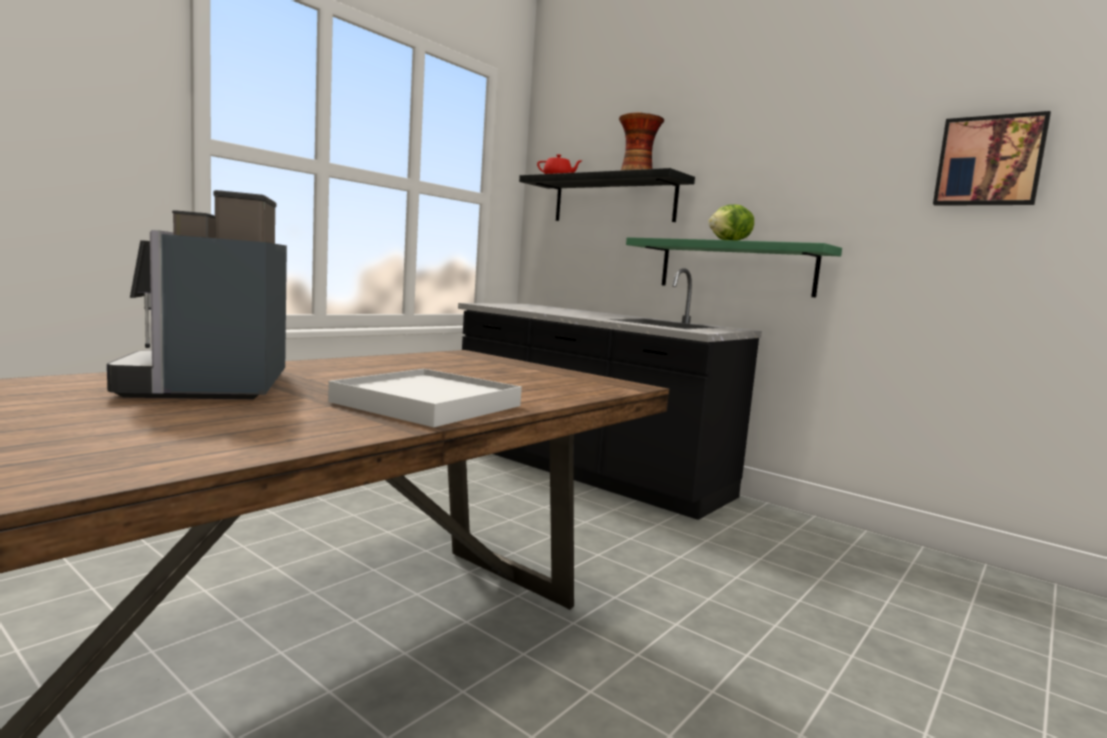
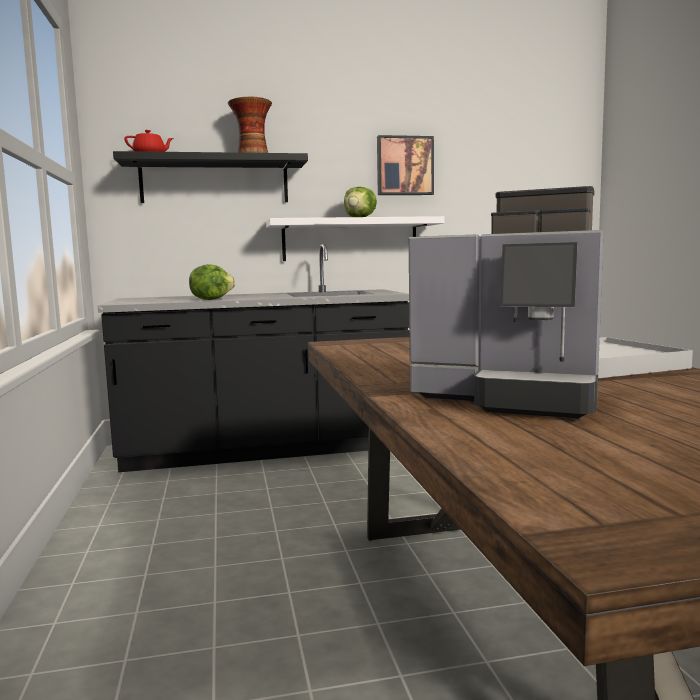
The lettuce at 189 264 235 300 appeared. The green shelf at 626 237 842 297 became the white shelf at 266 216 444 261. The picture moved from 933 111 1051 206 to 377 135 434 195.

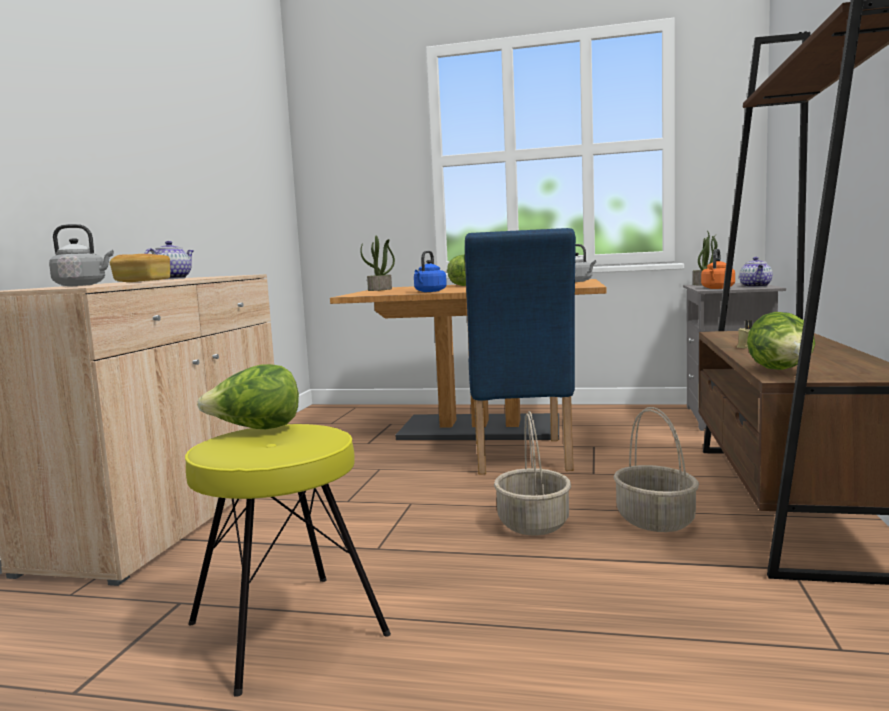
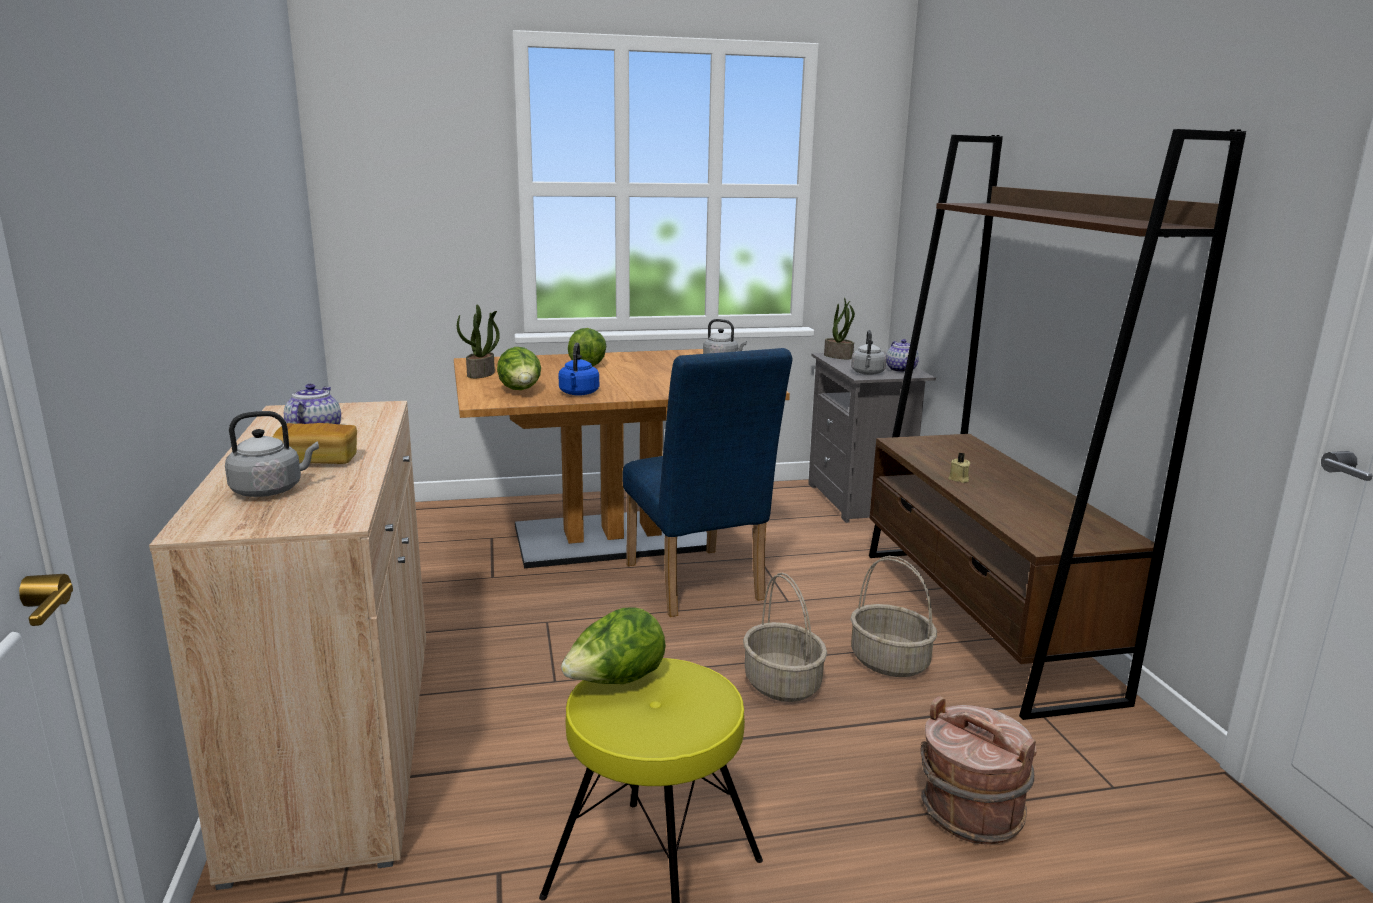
The lettuce moved from 747 312 815 370 to 497 347 541 390. The orange kettle at 701 249 735 289 became the grey kettle at 851 330 887 375. The brown bucket at 920 696 1037 845 appeared.

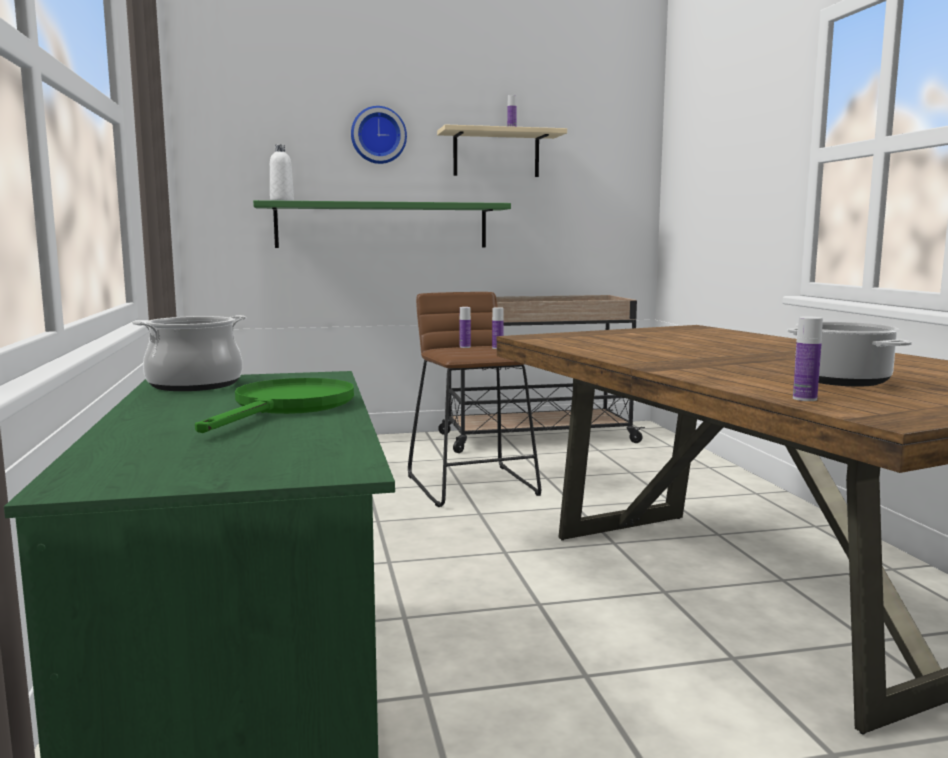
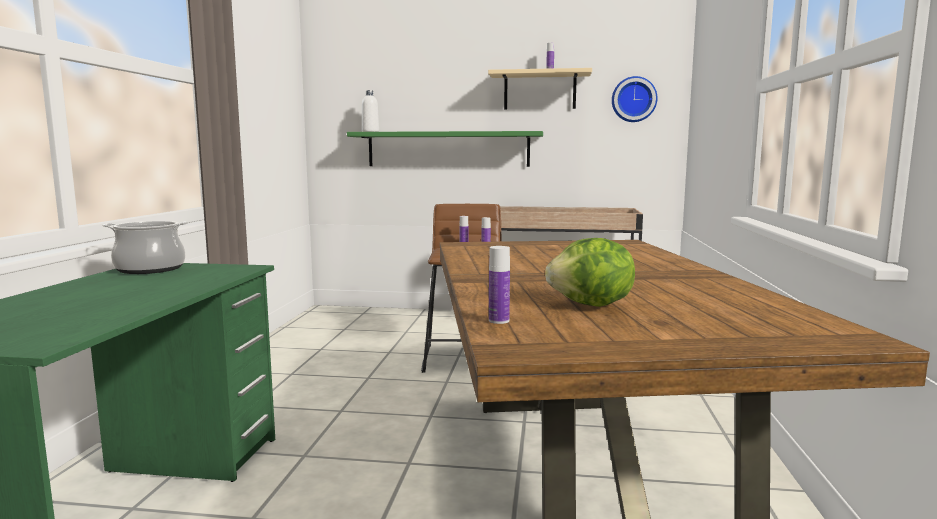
The cooking pot at 787 322 912 386 was replaced by the lettuce at 545 238 635 307. The wall clock moved from 351 106 407 164 to 612 76 658 122. The green frying pan at 195 378 354 433 disappeared.

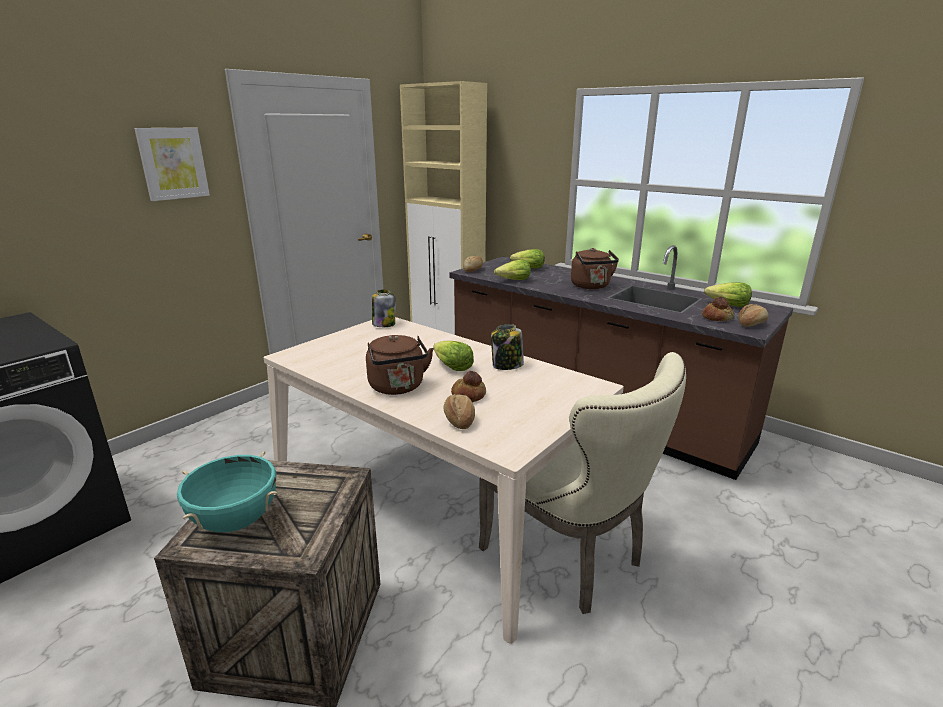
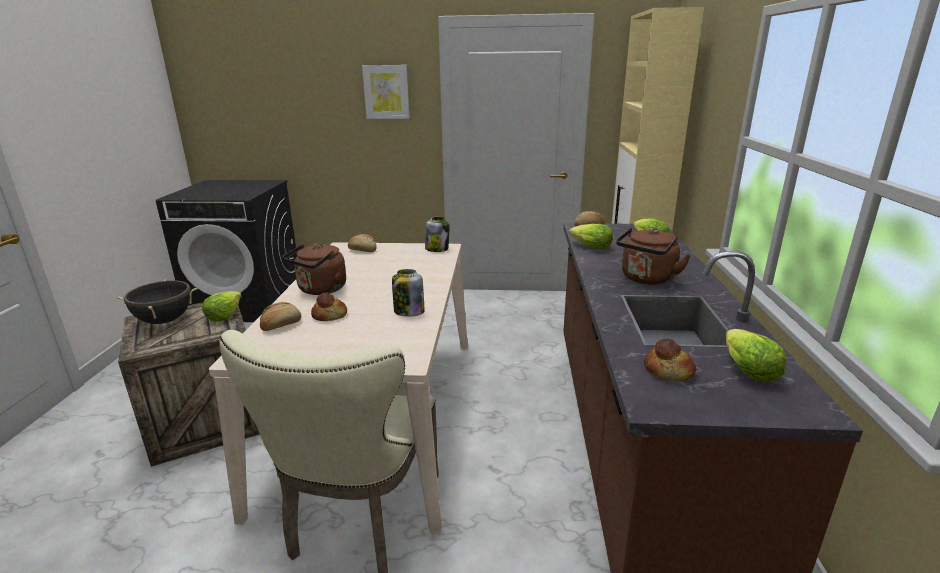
The turquoise cooking pot at 177 451 277 532 became the black cooking pot at 116 280 198 324. The lettuce moved from 433 341 474 371 to 202 291 241 322. The bread moved from 739 304 768 327 to 348 234 377 252.

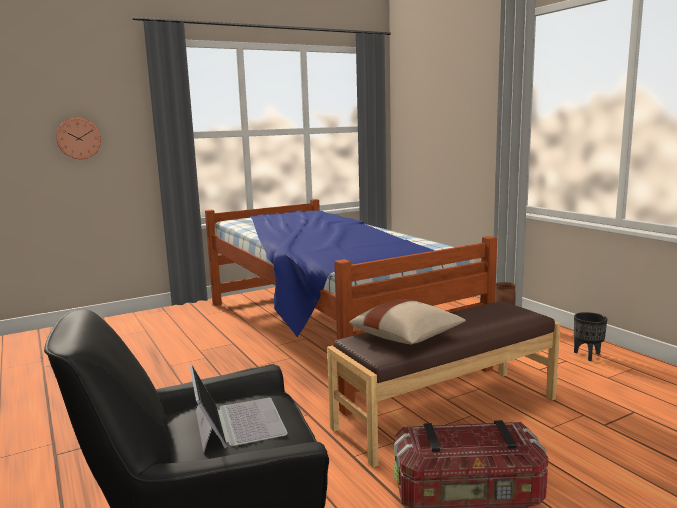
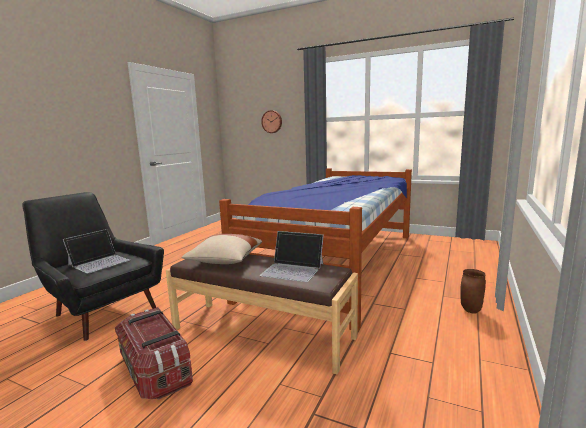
The laptop at 260 231 324 282 appeared. The black planter at 574 312 608 361 disappeared.

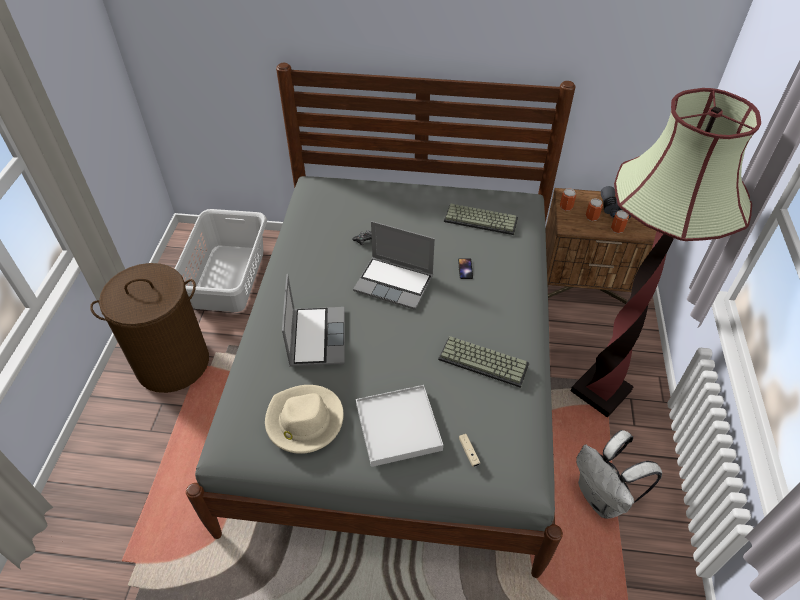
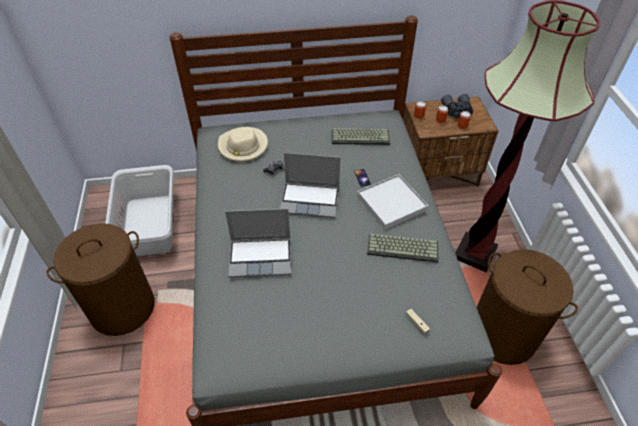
The beige hat moved from 265 385 343 454 to 218 127 268 162. The laptop at 282 274 345 367 turned 105 degrees clockwise. The white tray moved from 356 385 443 467 to 357 174 428 230. The white backpack at 576 430 662 519 was replaced by the brown laundry basket at 477 249 578 365.

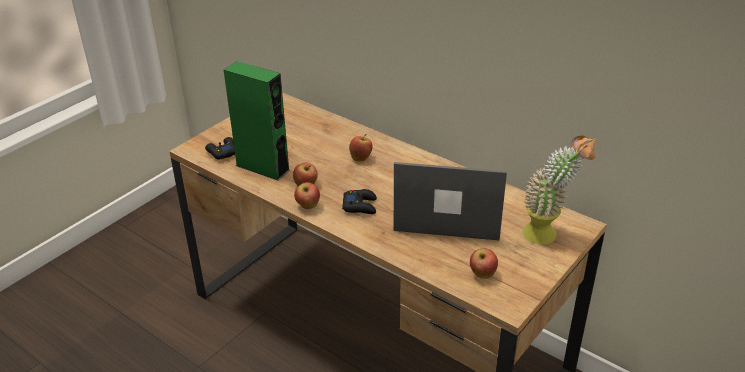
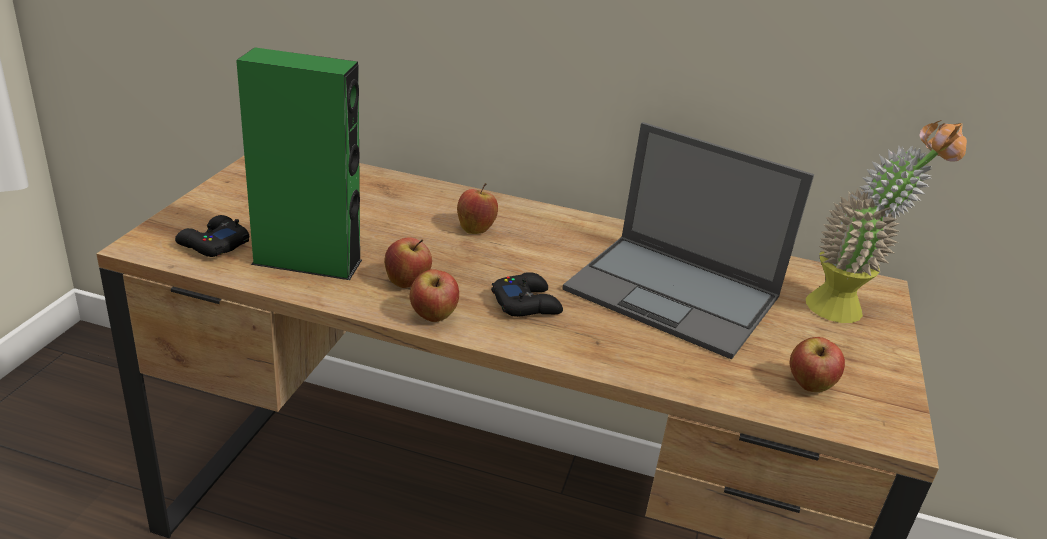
The laptop at 393 162 507 240 turned 135 degrees counterclockwise.

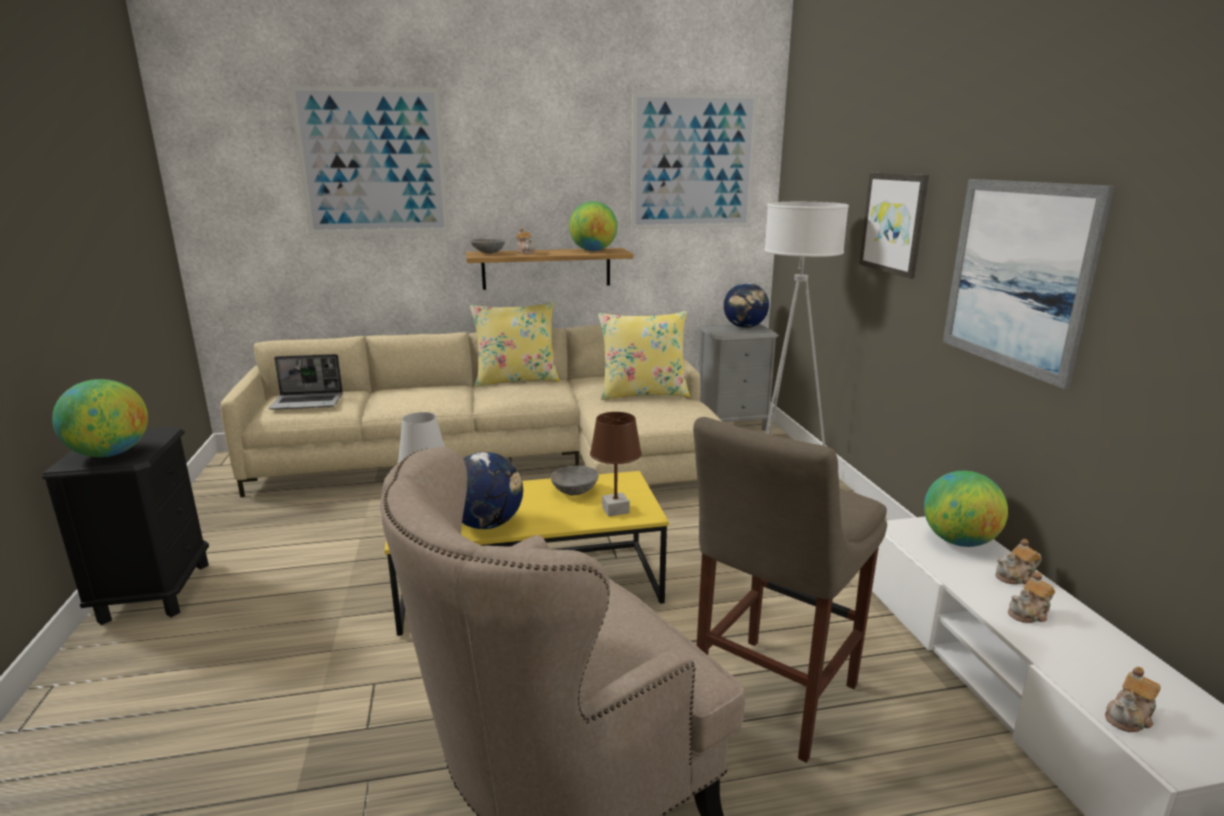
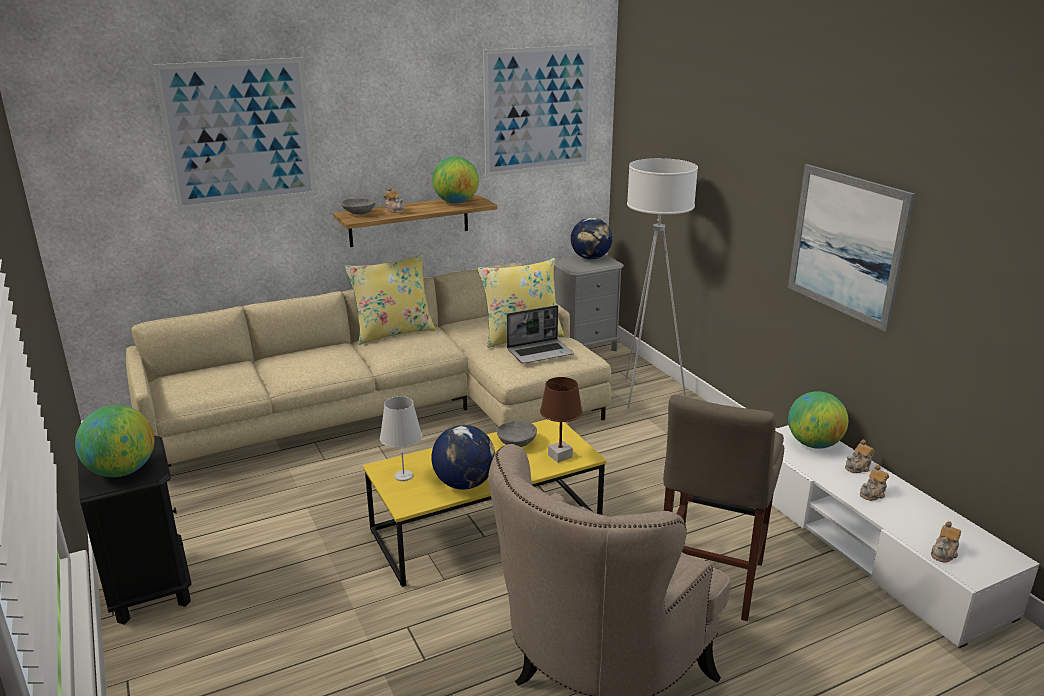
The laptop moved from 269 354 343 410 to 507 305 574 364. The picture at 859 173 929 279 disappeared.

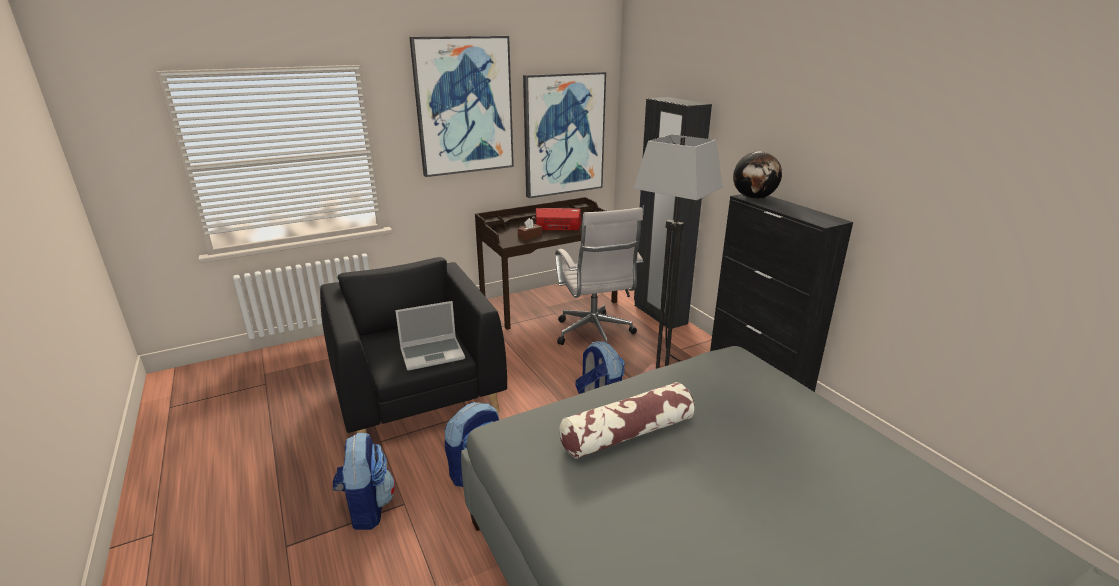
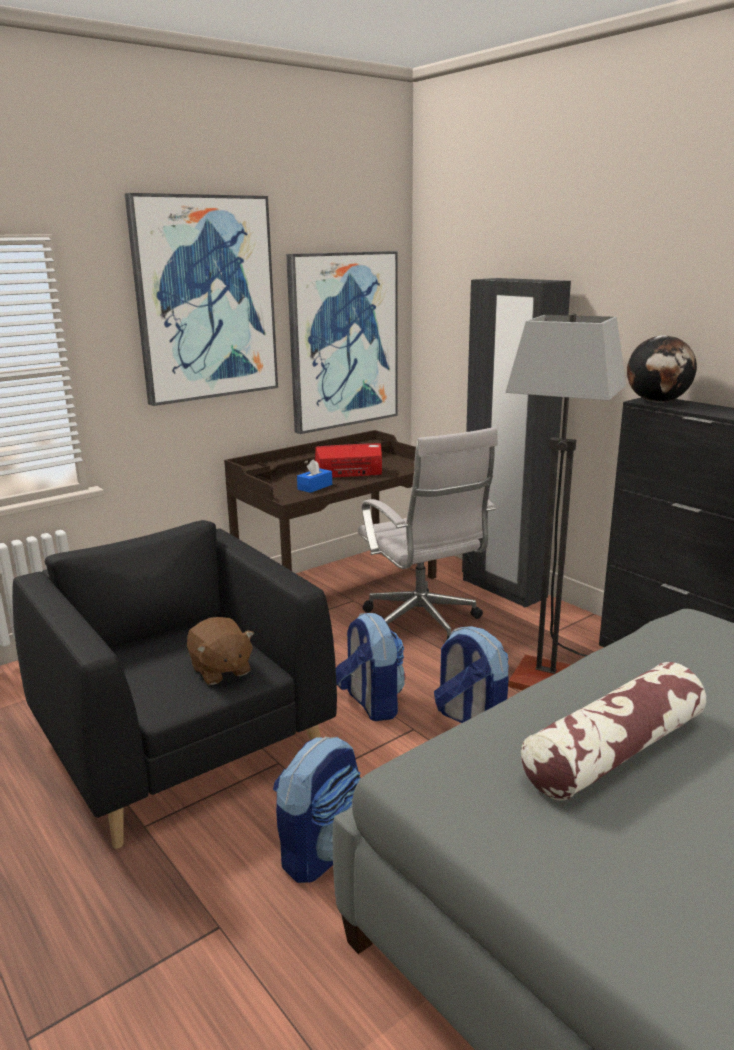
The laptop at 395 301 465 370 was replaced by the brown plush toy at 187 617 254 685. The brown tissue box at 518 218 542 240 became the blue tissue box at 297 459 332 493. The backpack moved from 333 433 395 530 to 336 613 405 721.

